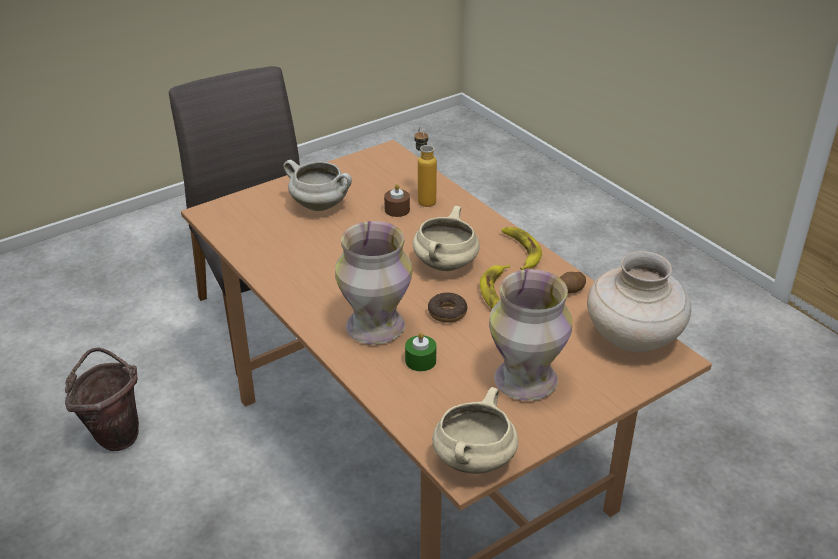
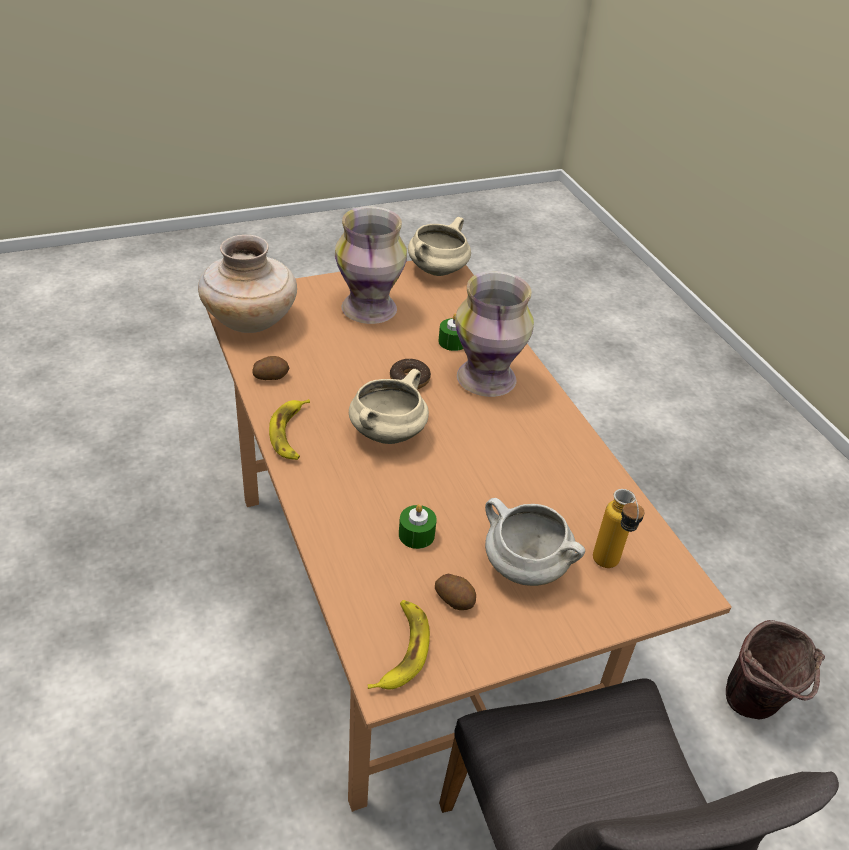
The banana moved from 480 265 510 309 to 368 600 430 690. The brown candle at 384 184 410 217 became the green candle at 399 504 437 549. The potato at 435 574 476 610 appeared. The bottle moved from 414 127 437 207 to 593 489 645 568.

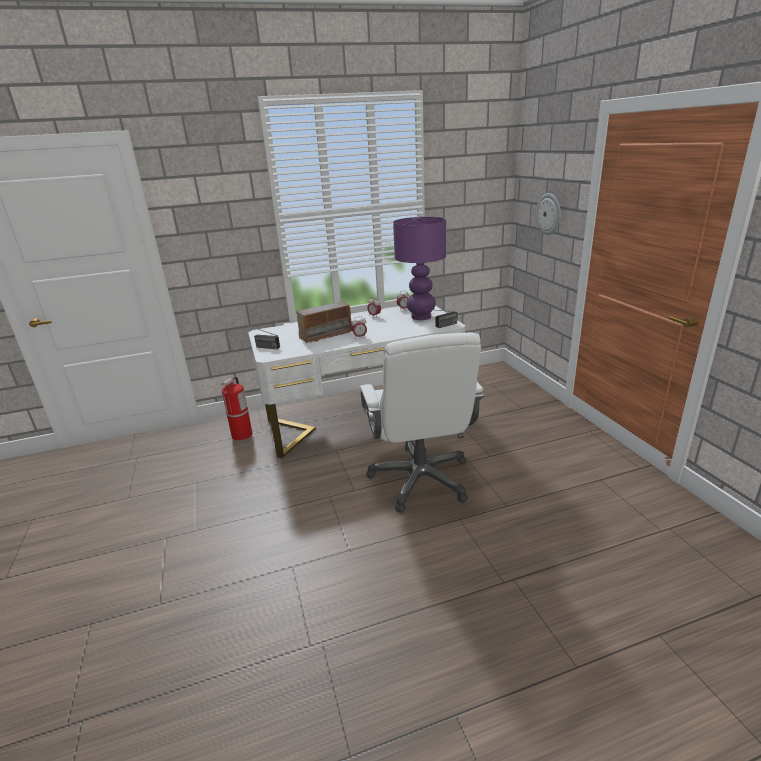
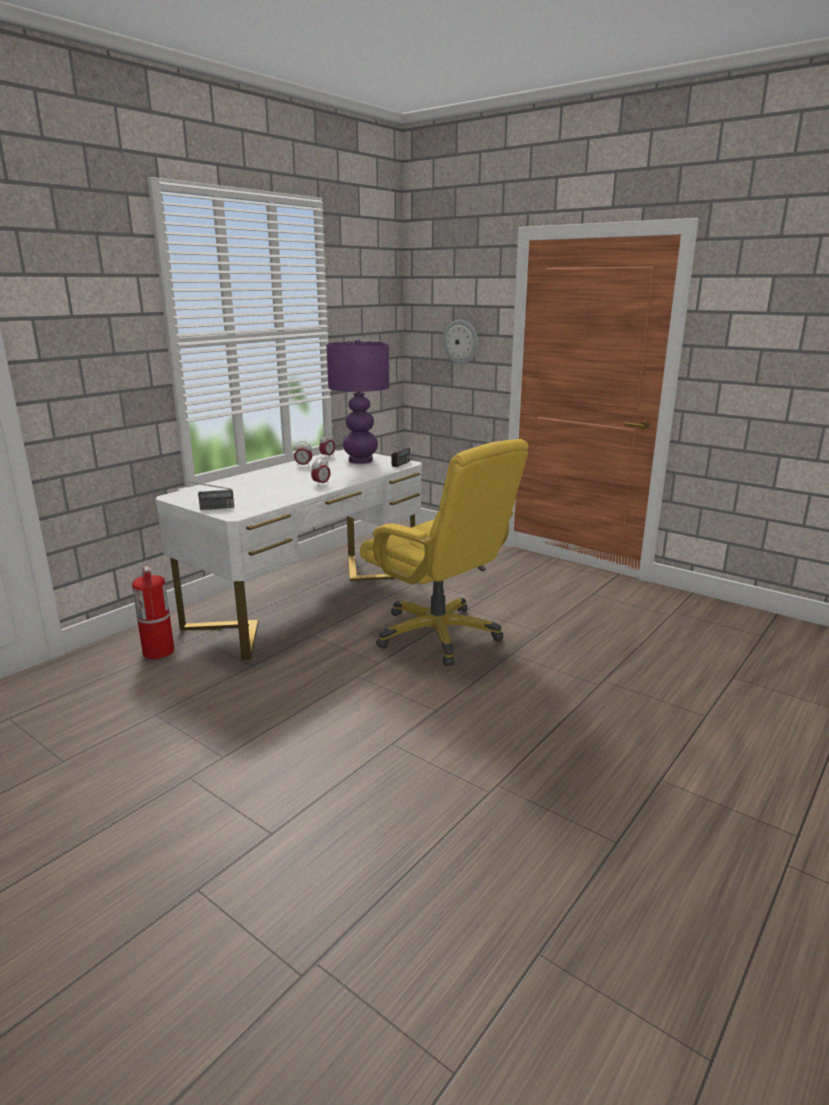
The white office chair at 360 333 485 513 became the yellow office chair at 360 439 528 666. The radio at 297 301 352 343 disappeared.

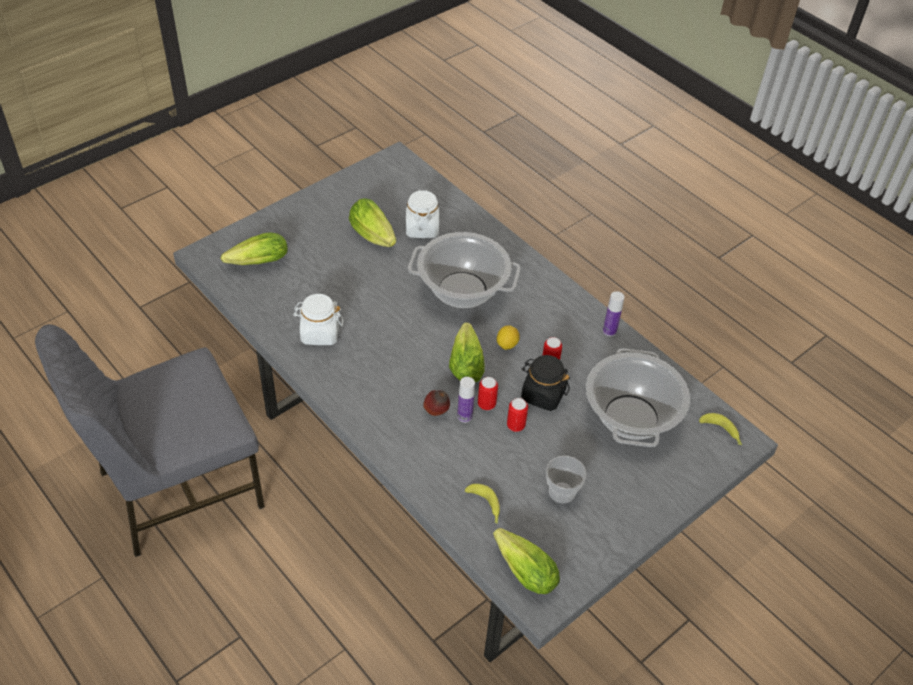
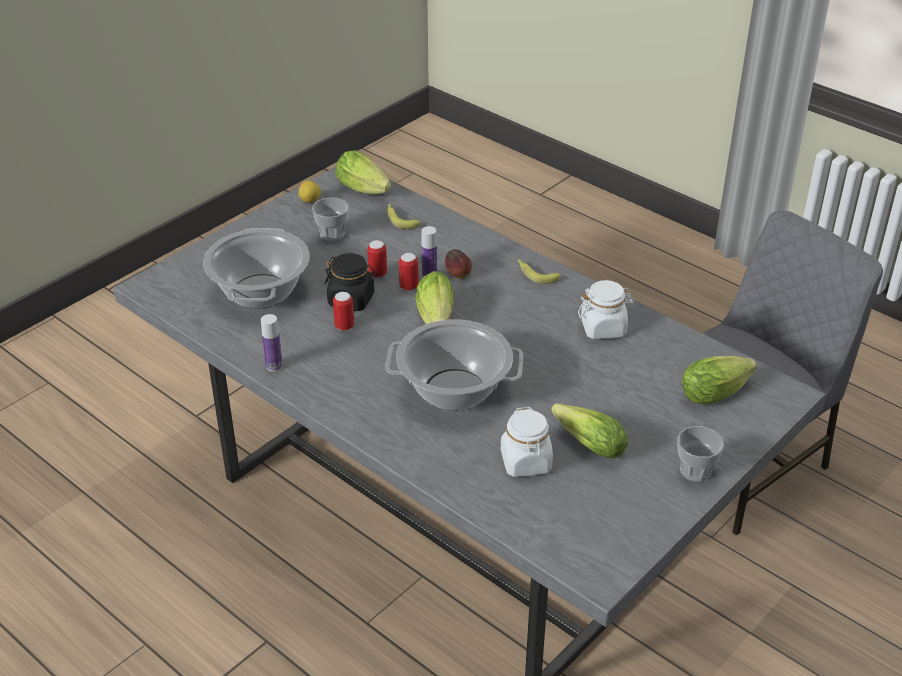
The lemon moved from 497 325 520 350 to 298 181 321 203. The banana moved from 699 413 742 445 to 518 259 560 284. The cup at 677 426 724 482 appeared.

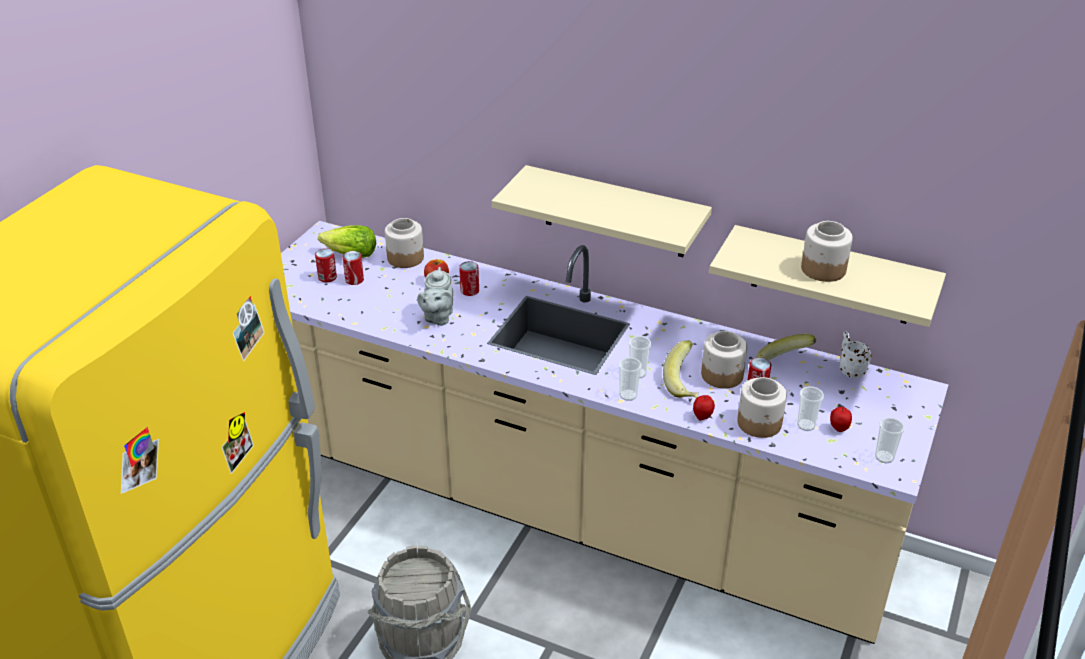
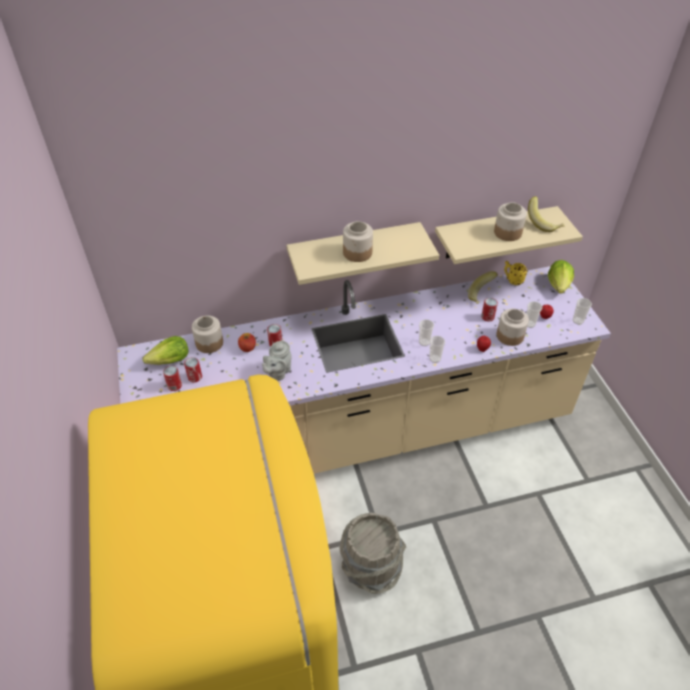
The grey teapot at 417 267 453 326 turned 60 degrees clockwise. The jar moved from 701 331 747 389 to 343 221 373 262. The white mug at 839 331 872 378 became the yellow mug at 504 261 527 285. The banana moved from 663 341 699 398 to 528 196 565 232. The lettuce at 548 260 574 294 appeared.

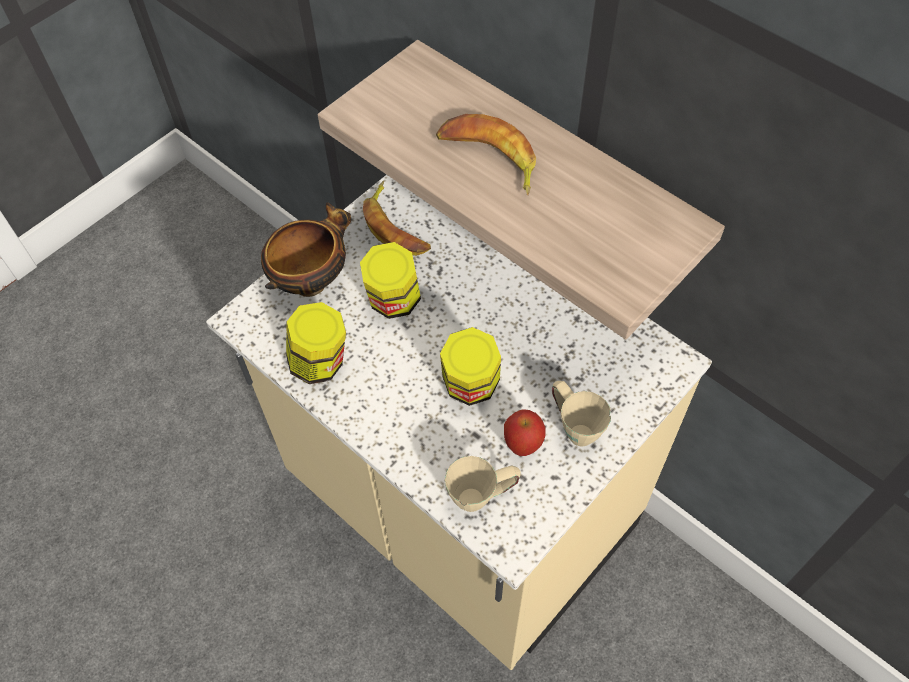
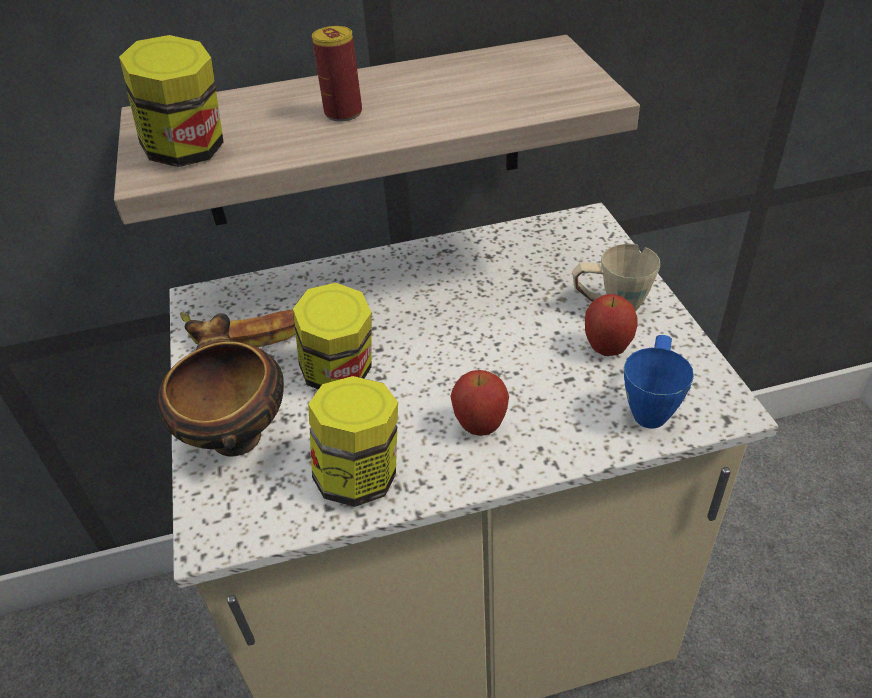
The jar moved from 440 327 501 406 to 119 35 223 167. The banana at 436 114 536 195 was replaced by the can at 312 26 362 122. The apple at 450 370 509 436 appeared. The beige mug at 445 456 521 512 became the blue mug at 624 335 694 429.

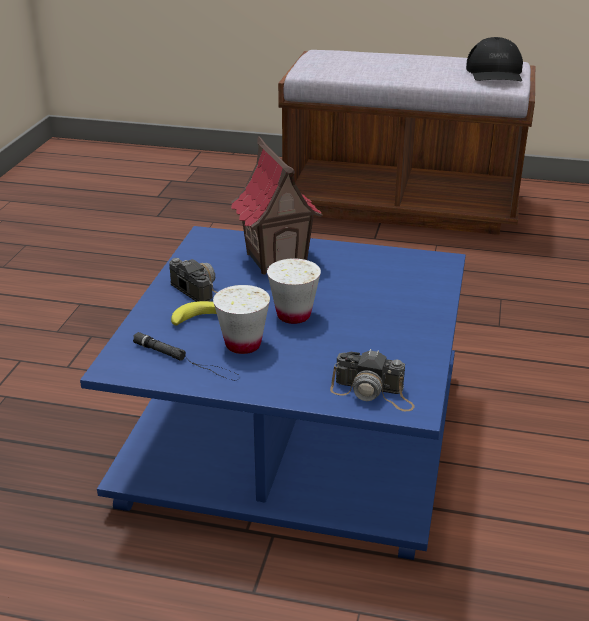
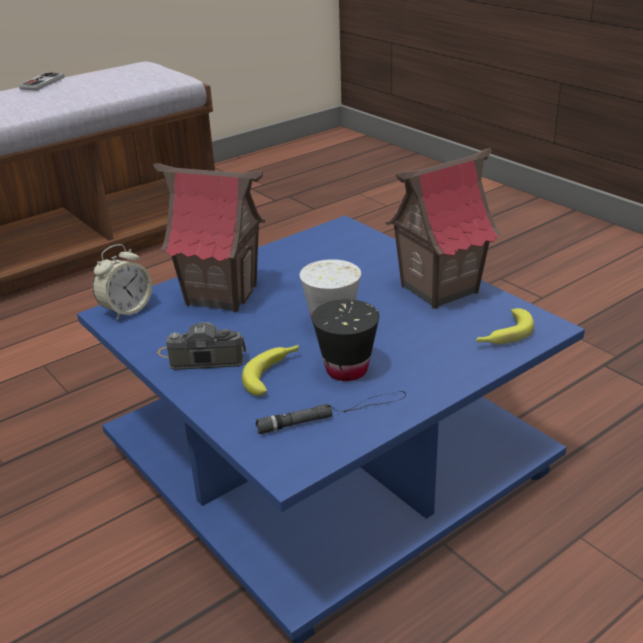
The game controller at 19 72 64 91 appeared. The alarm clock at 93 244 152 321 appeared. The white cup at 213 285 270 354 became the black cup at 312 299 379 381. The toy house at 385 148 501 309 appeared. The photo camera at 330 349 415 411 was replaced by the banana at 476 308 534 344. The black cap at 466 37 523 81 disappeared.

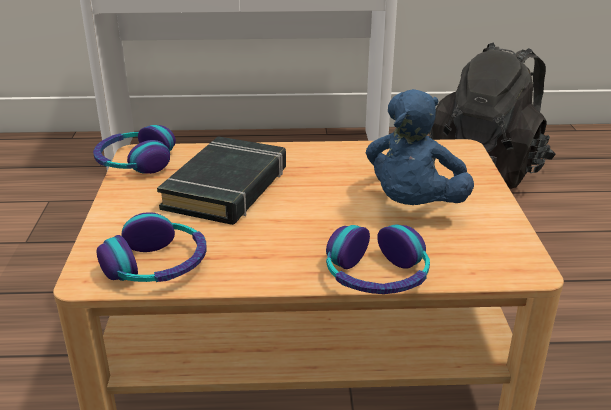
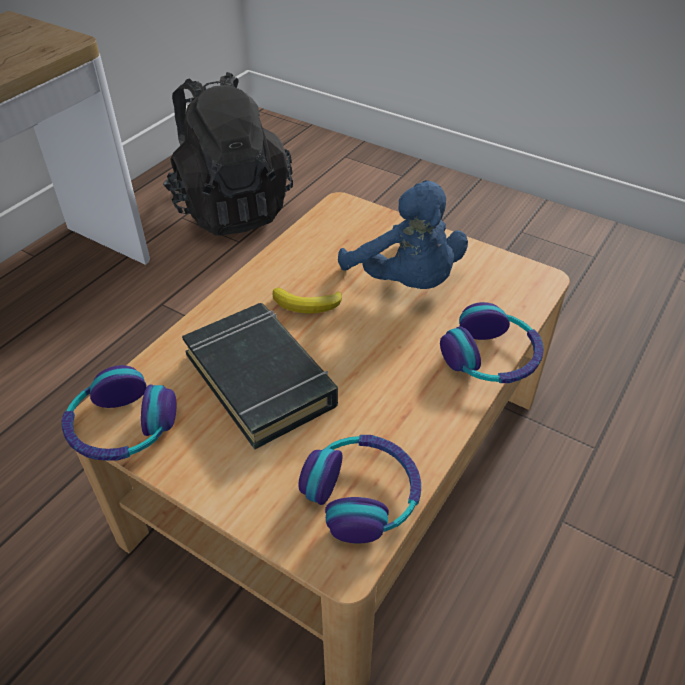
The banana at 273 287 342 313 appeared.

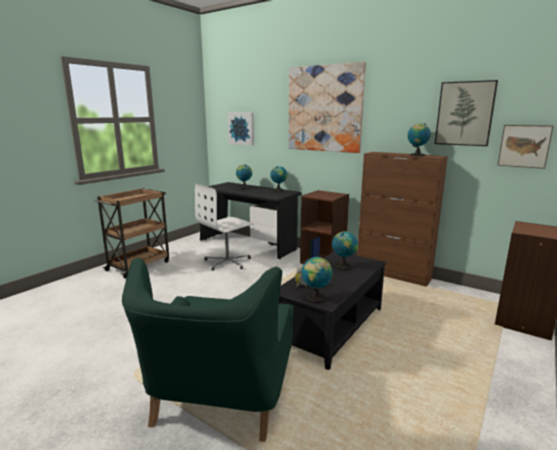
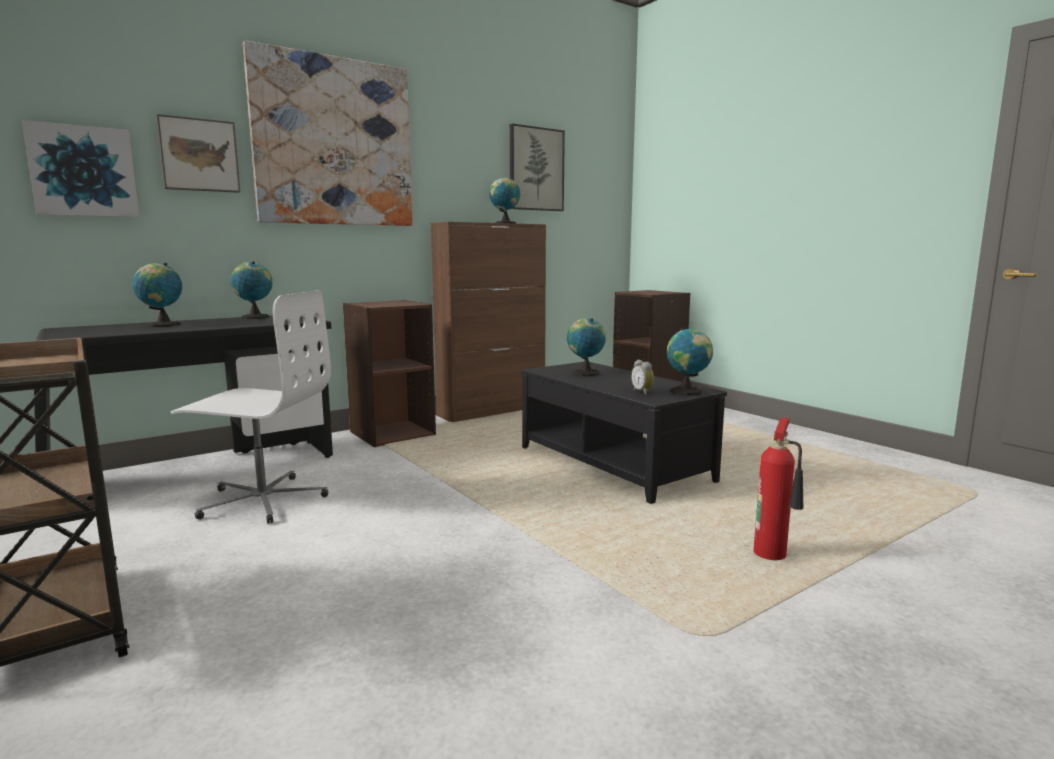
The picture moved from 497 125 553 169 to 156 114 240 193. The white office chair at 195 184 254 270 turned 60 degrees counterclockwise. The green armchair at 122 257 294 442 was replaced by the fire extinguisher at 753 418 803 560.

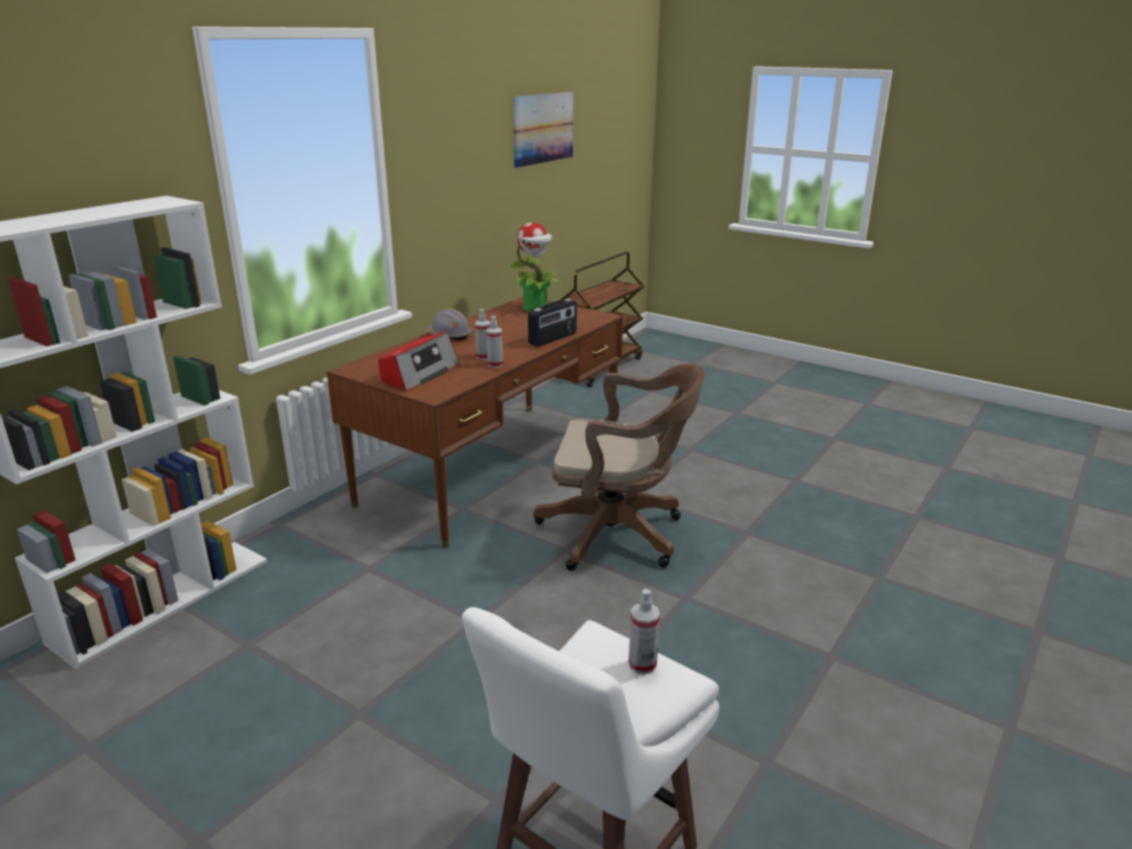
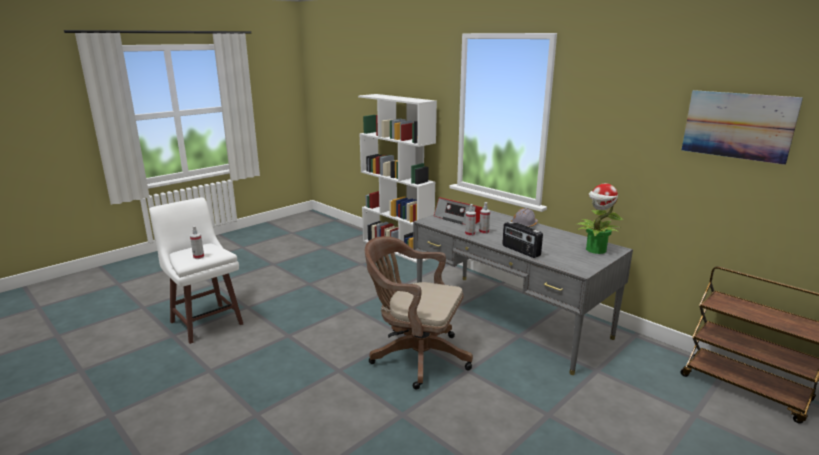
The brown office chair at 533 364 705 571 turned 90 degrees clockwise. The brown desk at 327 297 623 548 became the grey desk at 413 208 633 375.

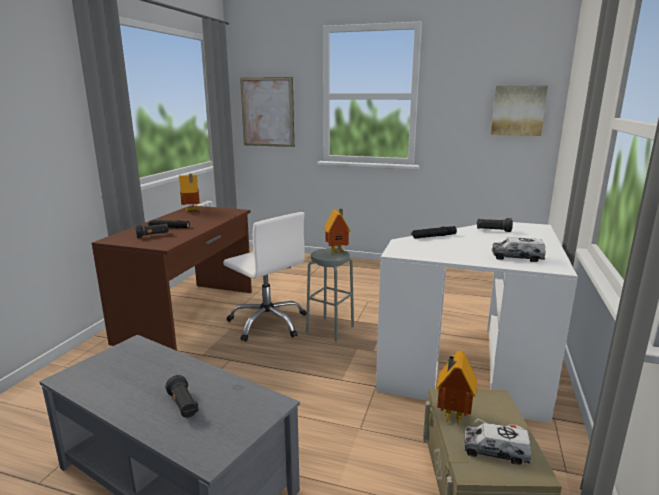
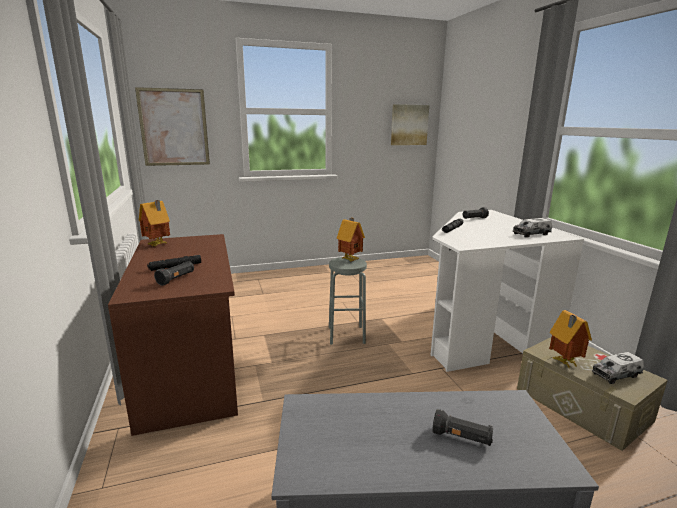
The white office chair at 223 212 307 342 disappeared.

